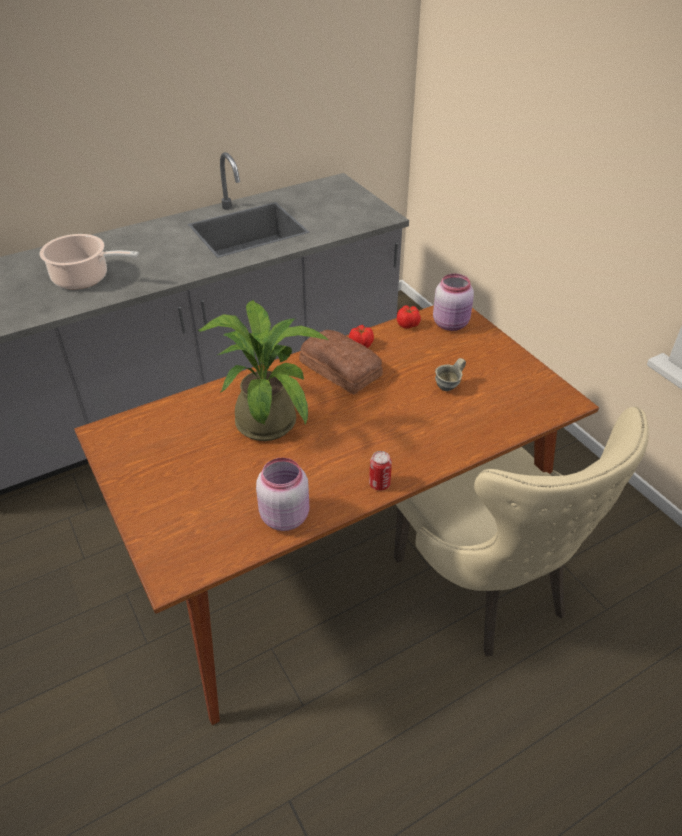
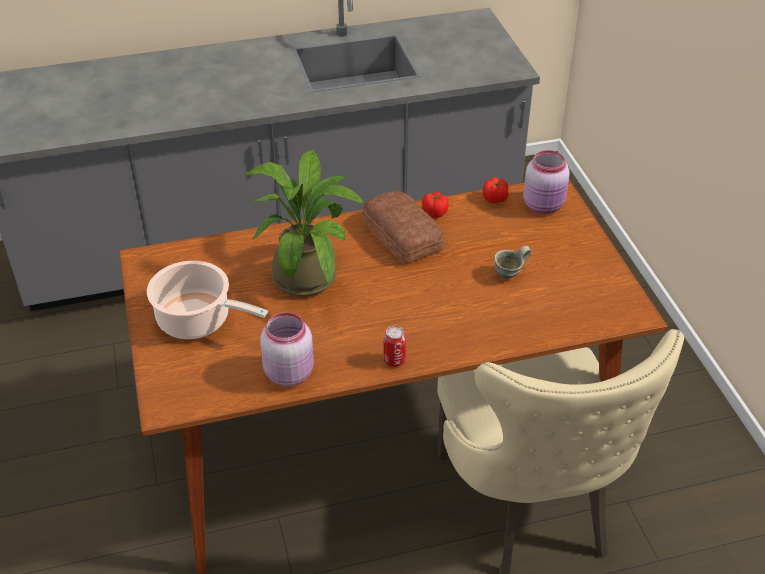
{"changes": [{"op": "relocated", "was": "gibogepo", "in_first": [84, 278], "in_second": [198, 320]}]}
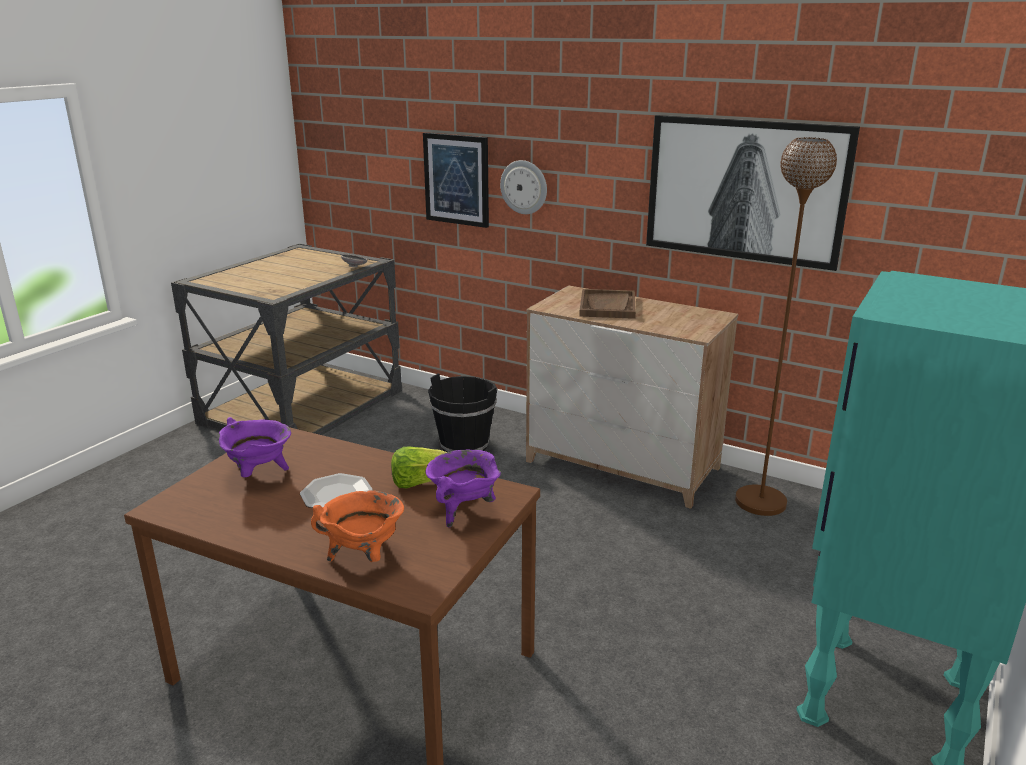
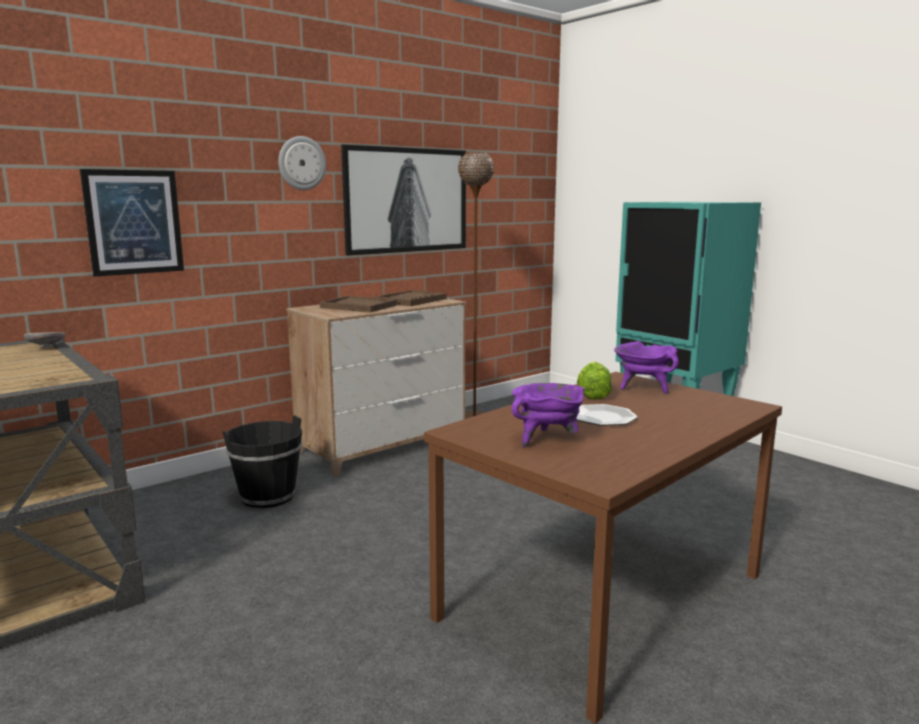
{"changes": [{"op": "missing", "was": "gibogepo (orange)", "in_first": [364, 557]}, {"op": "appeared", "now": "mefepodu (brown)", "in_second": [411, 300]}, {"op": "relocated", "was": "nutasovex", "in_first": [524, 187], "in_second": [301, 163]}]}
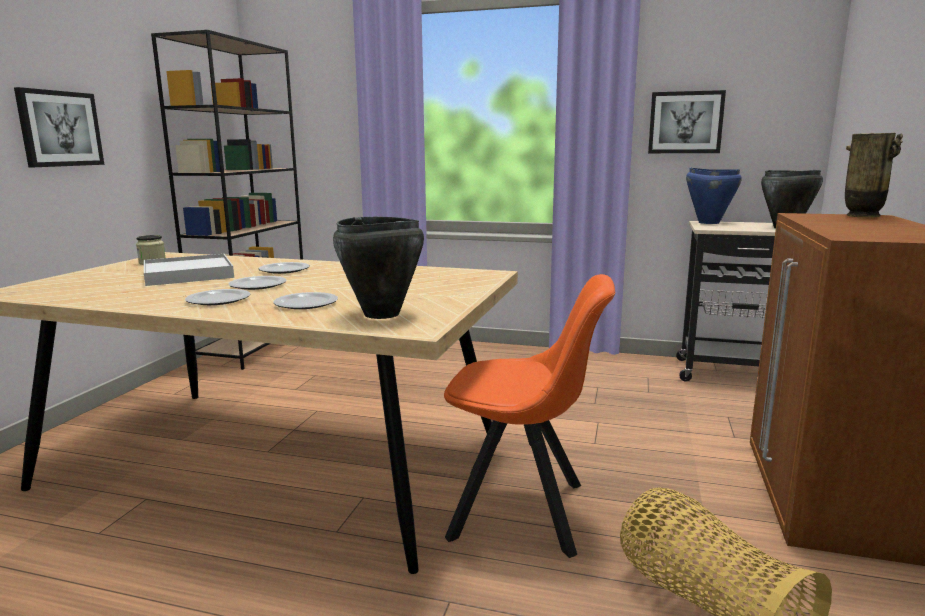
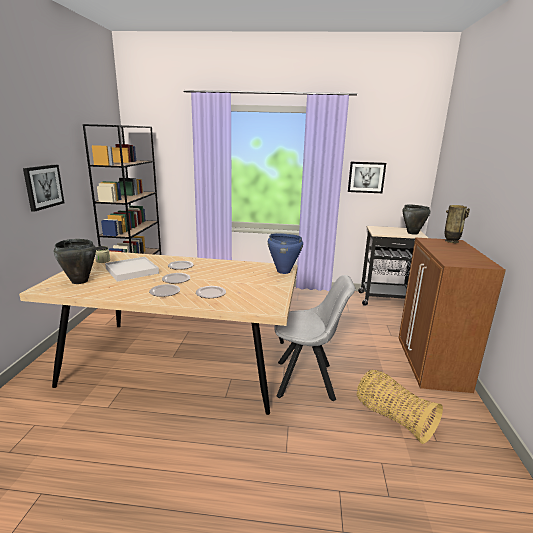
{"changes": [{"op": "relocated", "was": "gibogepo (black)", "in_first": [381, 314], "in_second": [79, 281]}, {"op": "relocated", "was": "gibogepo (blue)", "in_first": [708, 222], "in_second": [283, 271]}, {"op": "colour", "was": "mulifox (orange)", "now": "mulifox (grey)", "in_first": [522, 511], "in_second": [307, 380]}]}
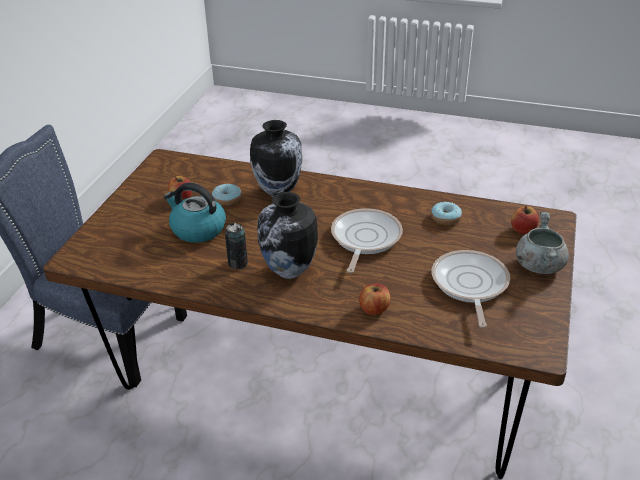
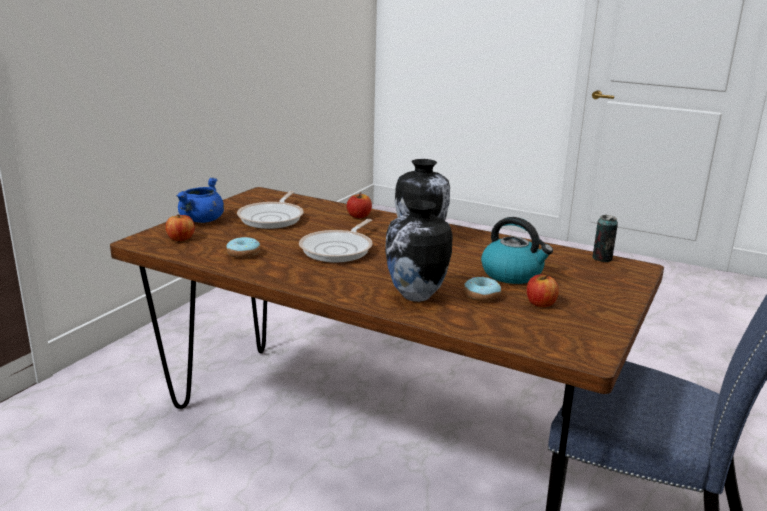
{"changes": [{"op": "relocated", "was": "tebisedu", "in_first": [238, 263], "in_second": [602, 258]}, {"op": "colour", "was": "gibogepo (grey)", "now": "gibogepo (blue)", "in_first": [539, 265], "in_second": [202, 220]}]}
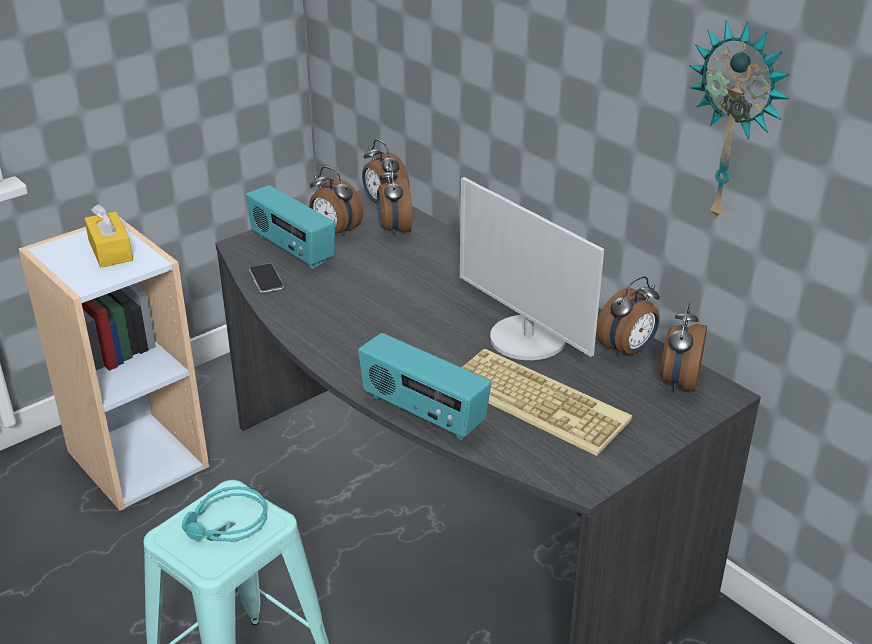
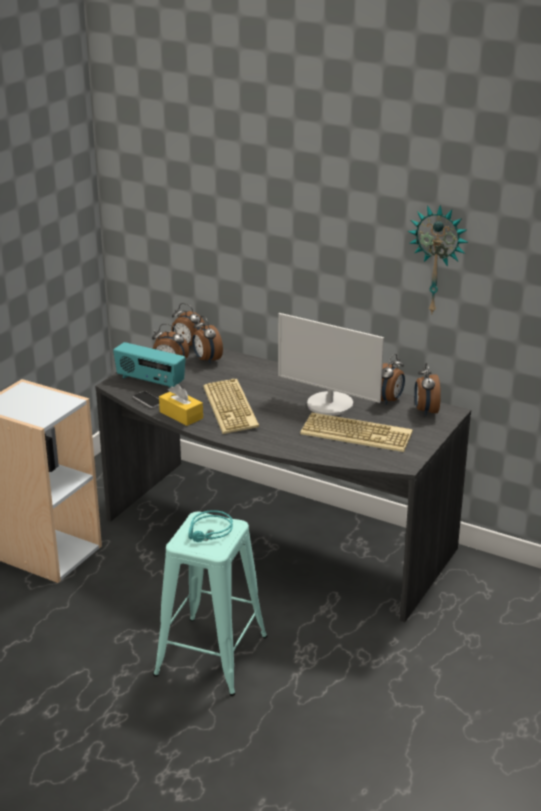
{"changes": [{"op": "missing", "was": "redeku", "in_first": [422, 413]}, {"op": "appeared", "now": "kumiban", "in_second": [232, 407]}, {"op": "relocated", "was": "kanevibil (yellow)", "in_first": [110, 250], "in_second": [181, 415]}]}
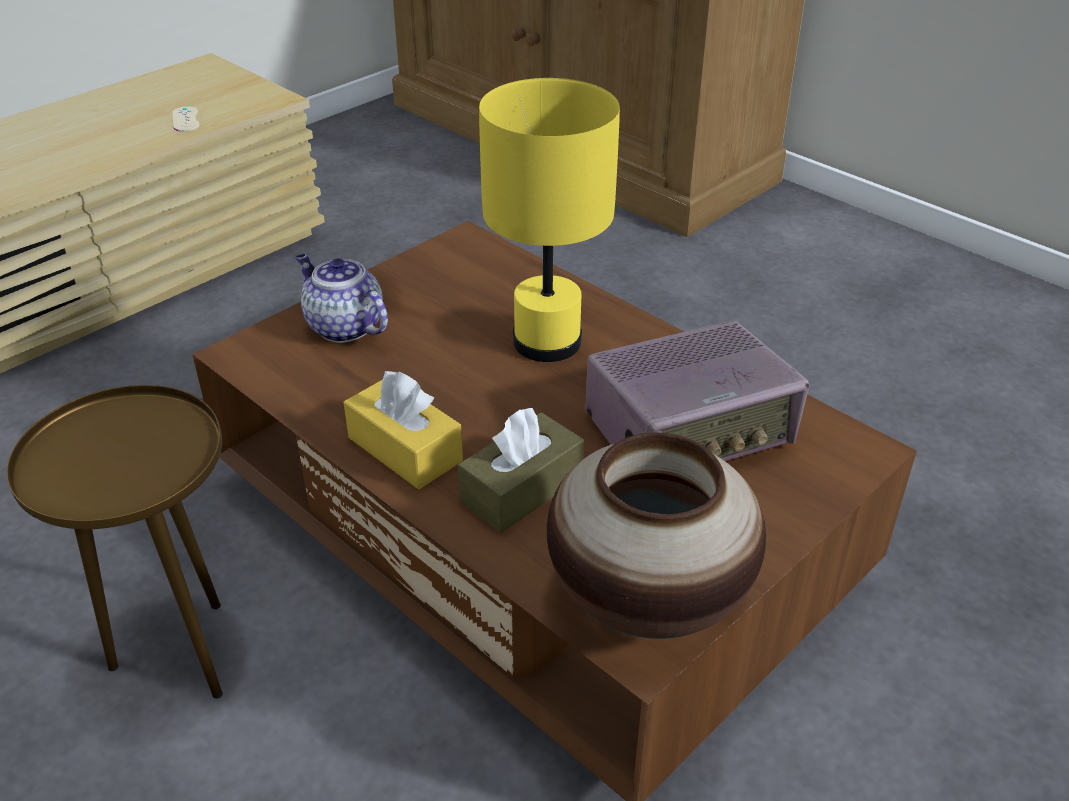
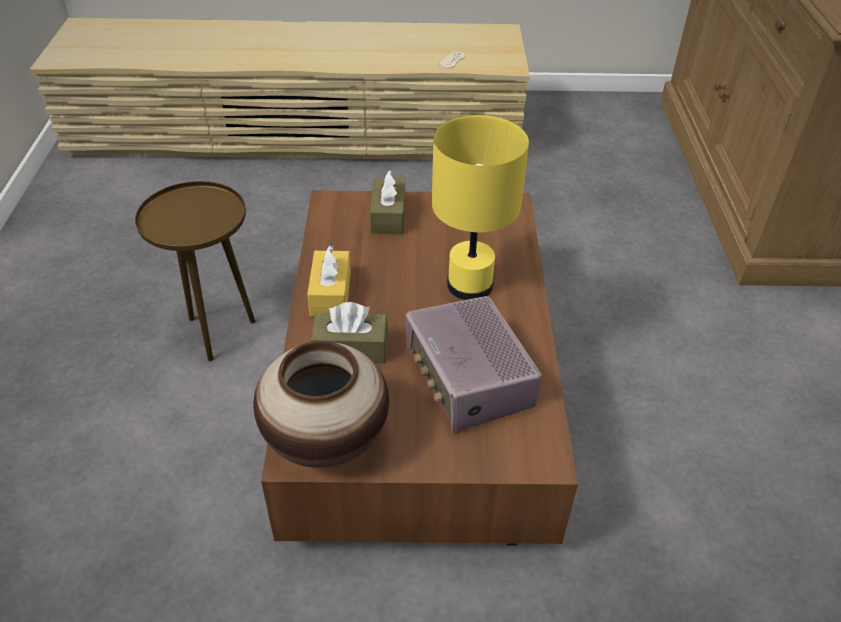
{"changes": [{"op": "exchanged", "was": "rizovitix", "now": "kanevibil (brown)", "in_first": [343, 327], "in_second": [388, 216]}, {"op": "spun", "was": "redeku", "in_first": [689, 431], "in_second": [468, 380], "clockwise": 45}]}
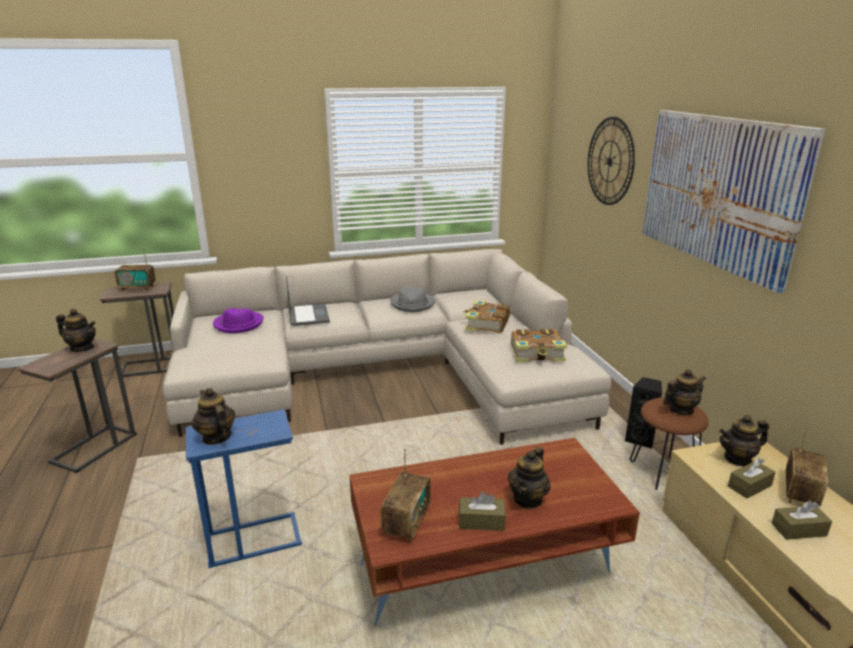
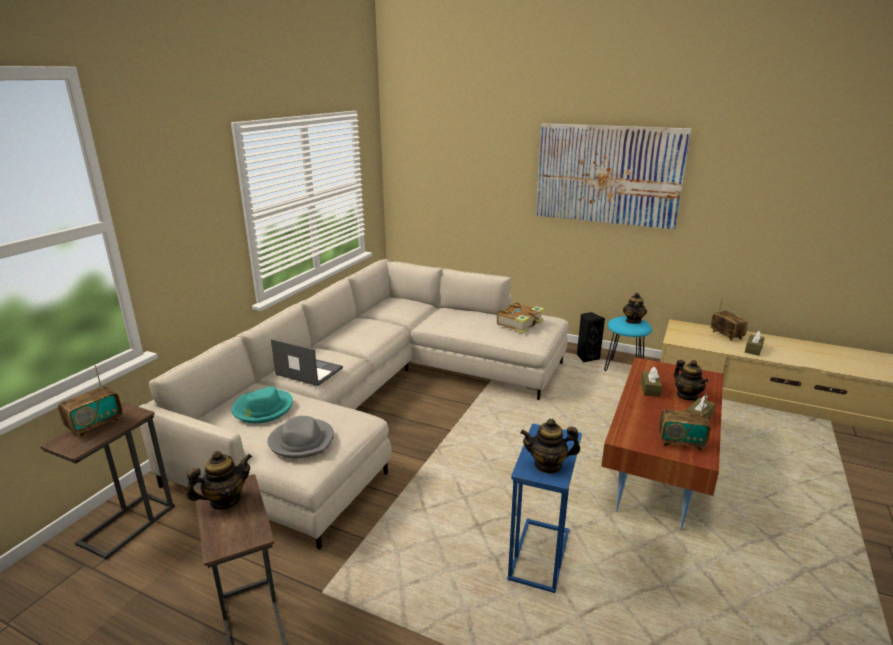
{"changes": [{"op": "missing", "was": "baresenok", "in_first": [486, 324]}, {"op": "missing", "was": "nutasovex", "in_first": [610, 161]}, {"op": "missing", "was": "rizovitix", "in_first": [738, 459]}, {"op": "relocated", "was": "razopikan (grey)", "in_first": [412, 304], "in_second": [302, 441]}, {"op": "relocated", "was": "kanevibil (brown)", "in_first": [749, 486], "in_second": [650, 389]}, {"op": "colour", "was": "razopikan (purple)", "now": "razopikan (turquoise)", "in_first": [238, 324], "in_second": [262, 409]}, {"op": "colour", "was": "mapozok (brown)", "now": "mapozok (turquoise)", "in_first": [662, 473], "in_second": [623, 368]}, {"op": "spun", "was": "redeku", "in_first": [406, 522], "in_second": [681, 442], "clockwise": 135}]}
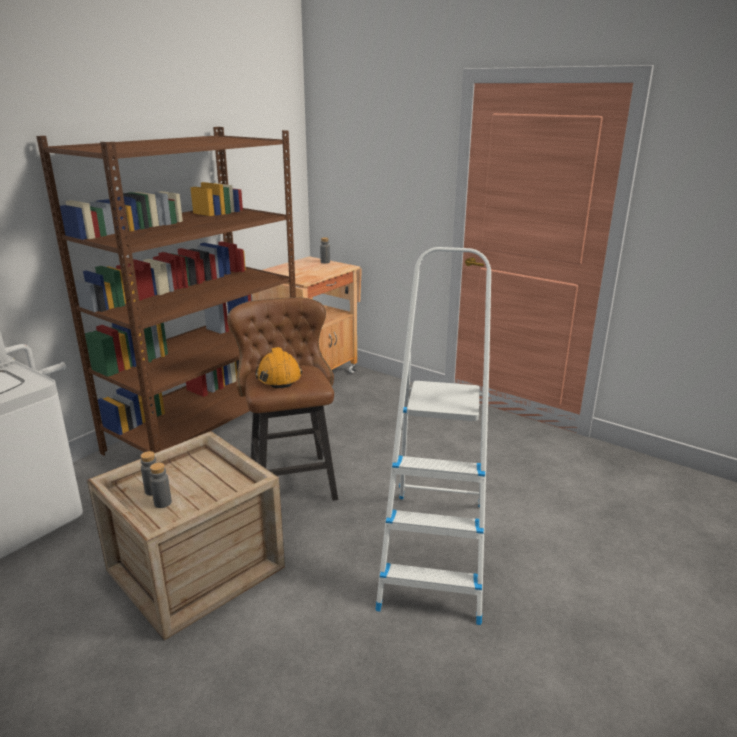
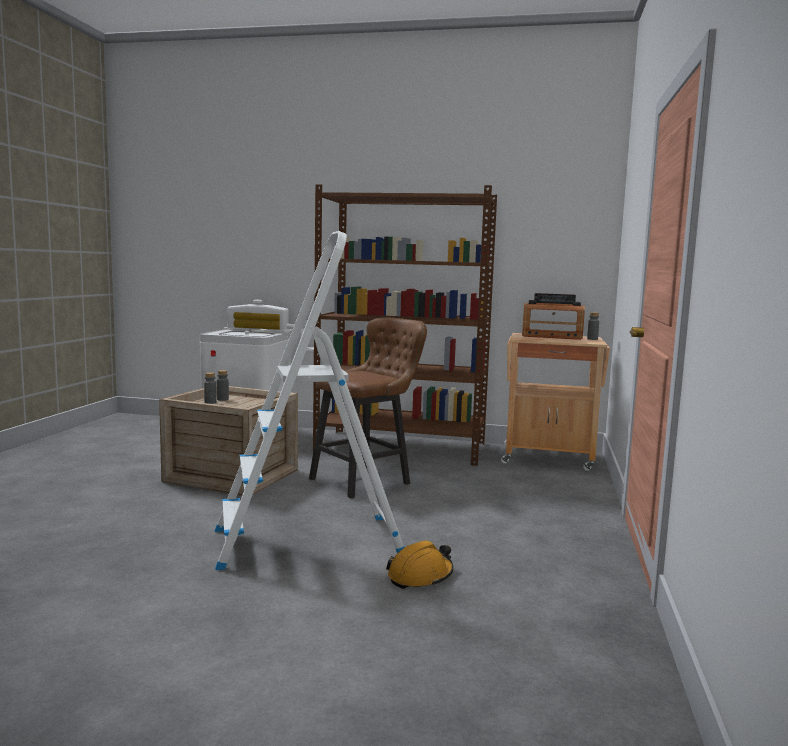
{"changes": [{"op": "appeared", "now": "redeku", "in_second": [552, 336]}, {"op": "relocated", "was": "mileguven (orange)", "in_first": [278, 376], "in_second": [420, 576]}]}
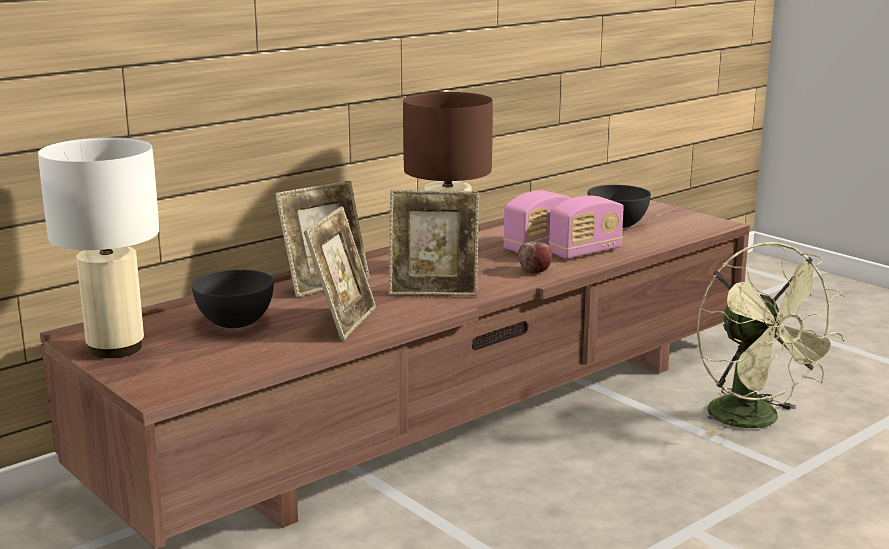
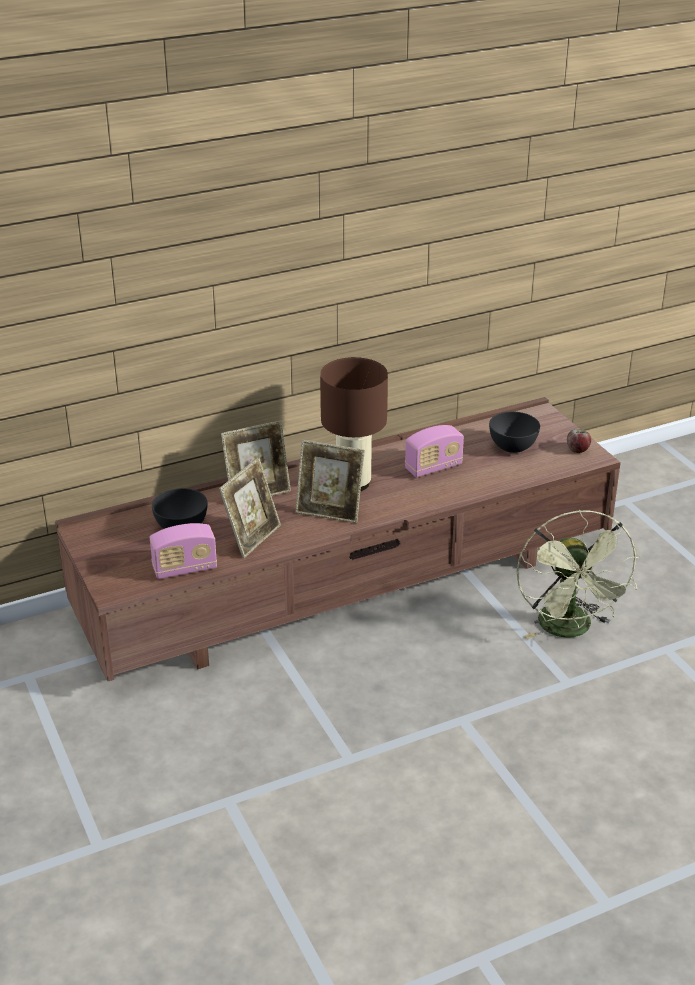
{"changes": [{"op": "missing", "was": "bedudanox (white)", "in_first": [117, 347]}, {"op": "relocated", "was": "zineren", "in_first": [535, 271], "in_second": [578, 450]}, {"op": "relocated", "was": "redeku", "in_first": [585, 252], "in_second": [185, 569]}]}
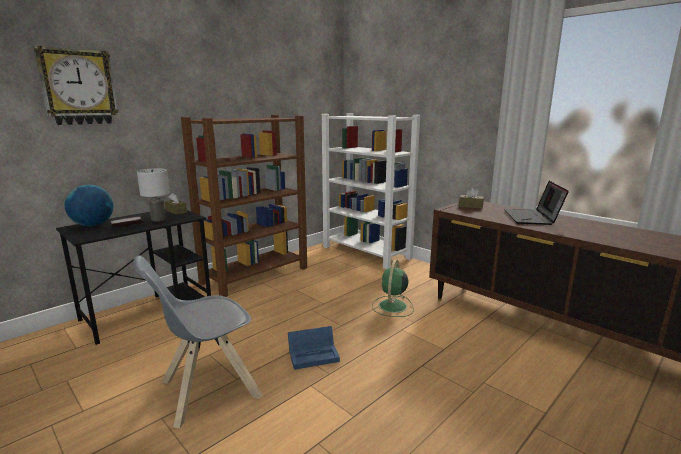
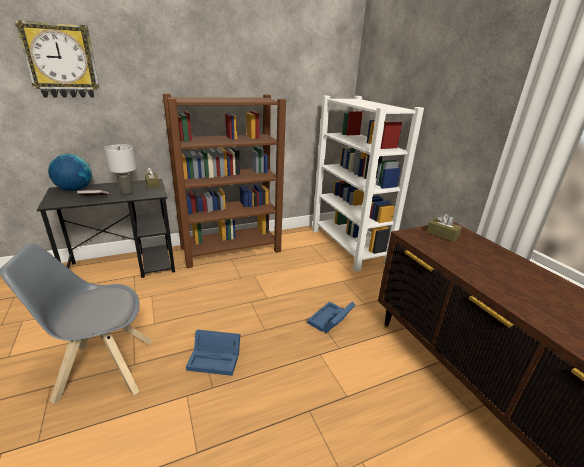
{"changes": [{"op": "missing", "was": "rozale", "in_first": [532, 218]}, {"op": "exchanged", "was": "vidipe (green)", "now": "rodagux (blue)", "in_first": [392, 307], "in_second": [330, 321]}]}
